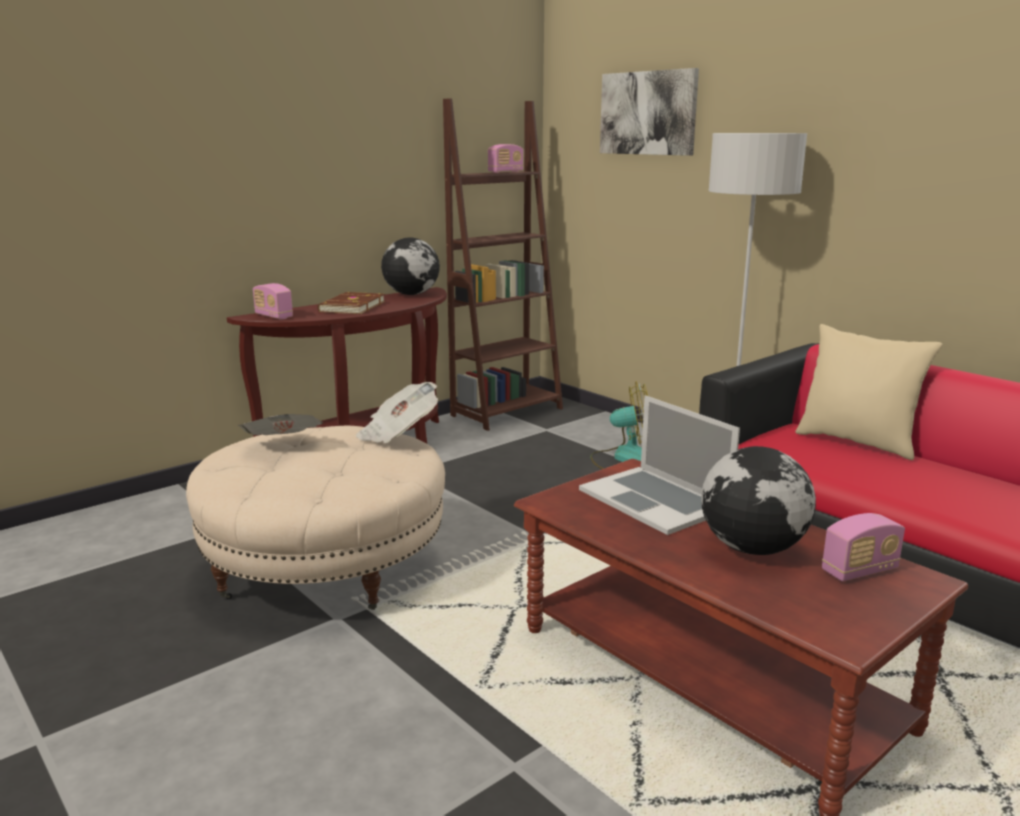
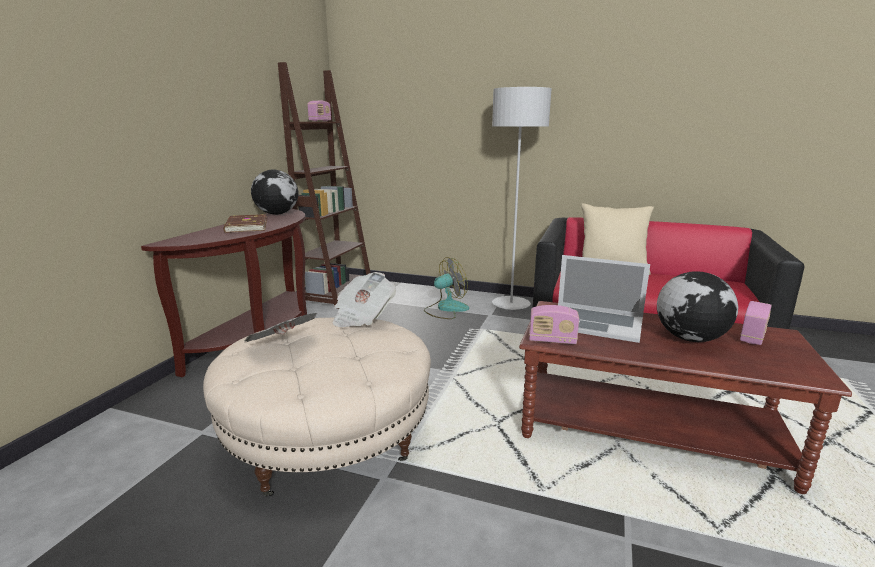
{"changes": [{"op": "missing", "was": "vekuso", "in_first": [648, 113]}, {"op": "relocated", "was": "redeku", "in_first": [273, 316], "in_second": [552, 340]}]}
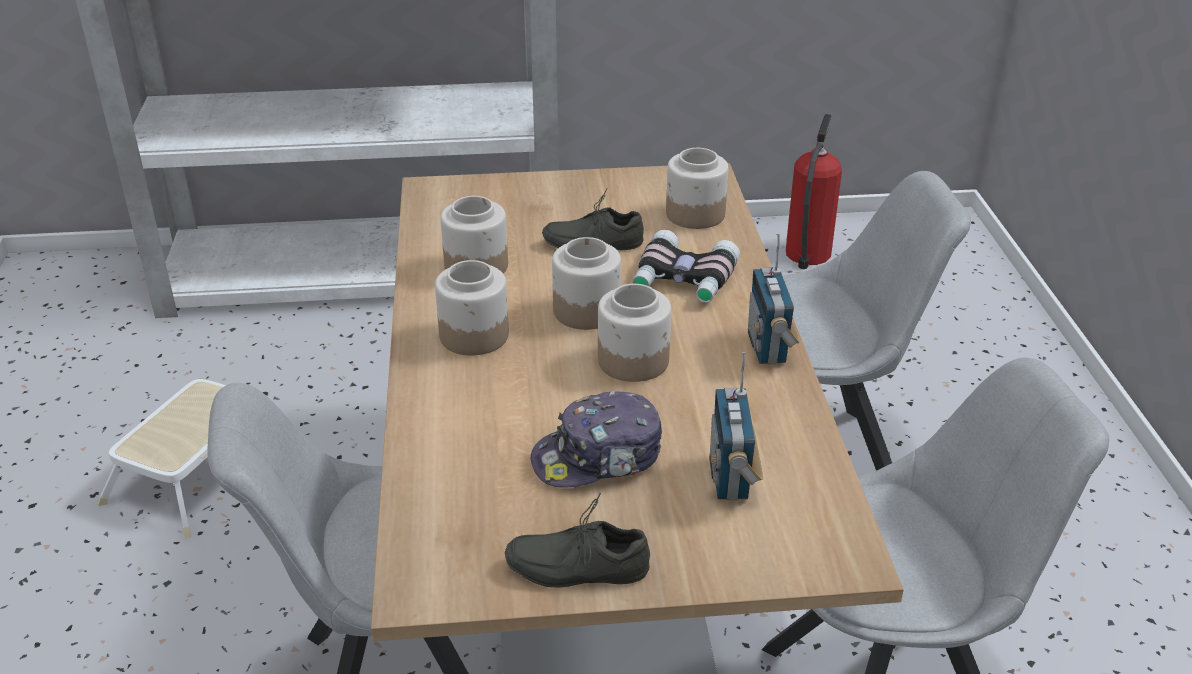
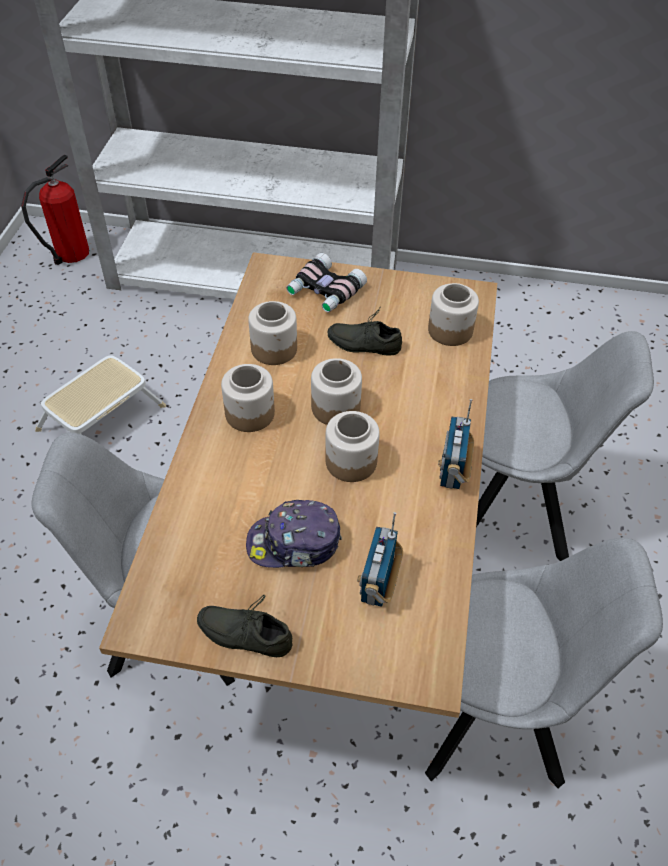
{"changes": [{"op": "relocated", "was": "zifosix", "in_first": [683, 280], "in_second": [324, 291]}, {"op": "relocated", "was": "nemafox", "in_first": [807, 256], "in_second": [70, 254]}]}
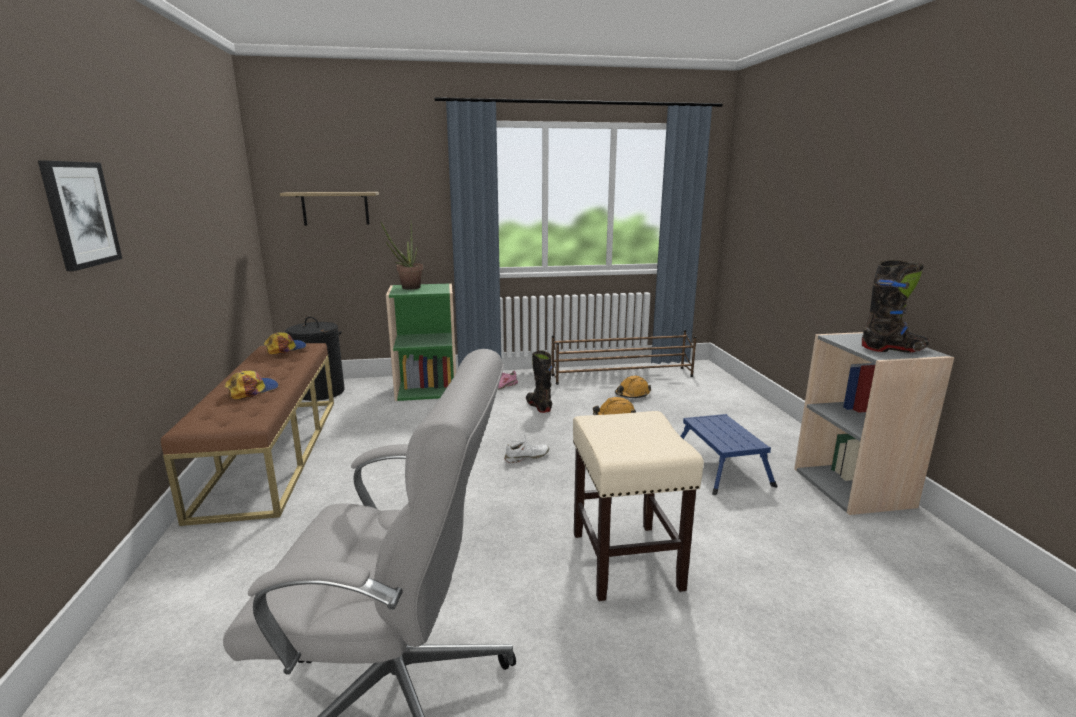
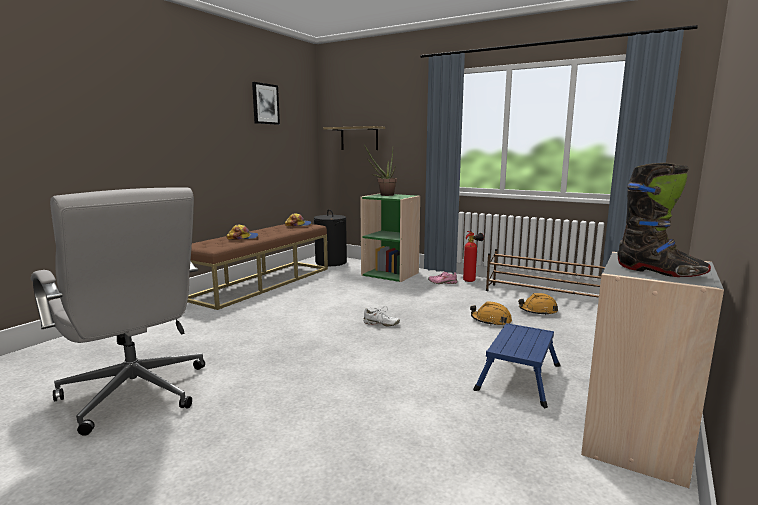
{"changes": [{"op": "missing", "was": "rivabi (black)", "in_first": [538, 406]}, {"op": "missing", "was": "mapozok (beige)", "in_first": [627, 561]}, {"op": "appeared", "now": "nemafox", "in_second": [471, 281]}, {"op": "relocated", "was": "vekuso", "in_first": [80, 214], "in_second": [265, 104]}]}
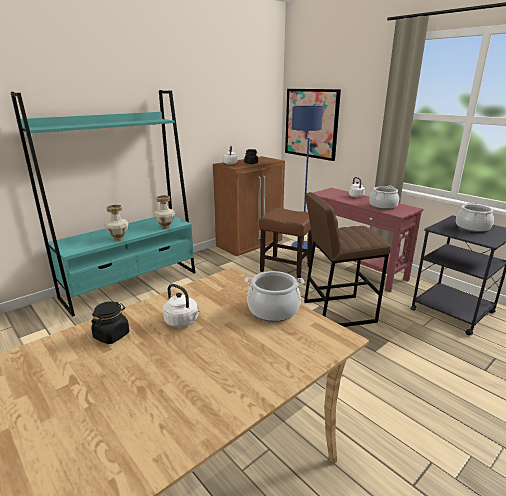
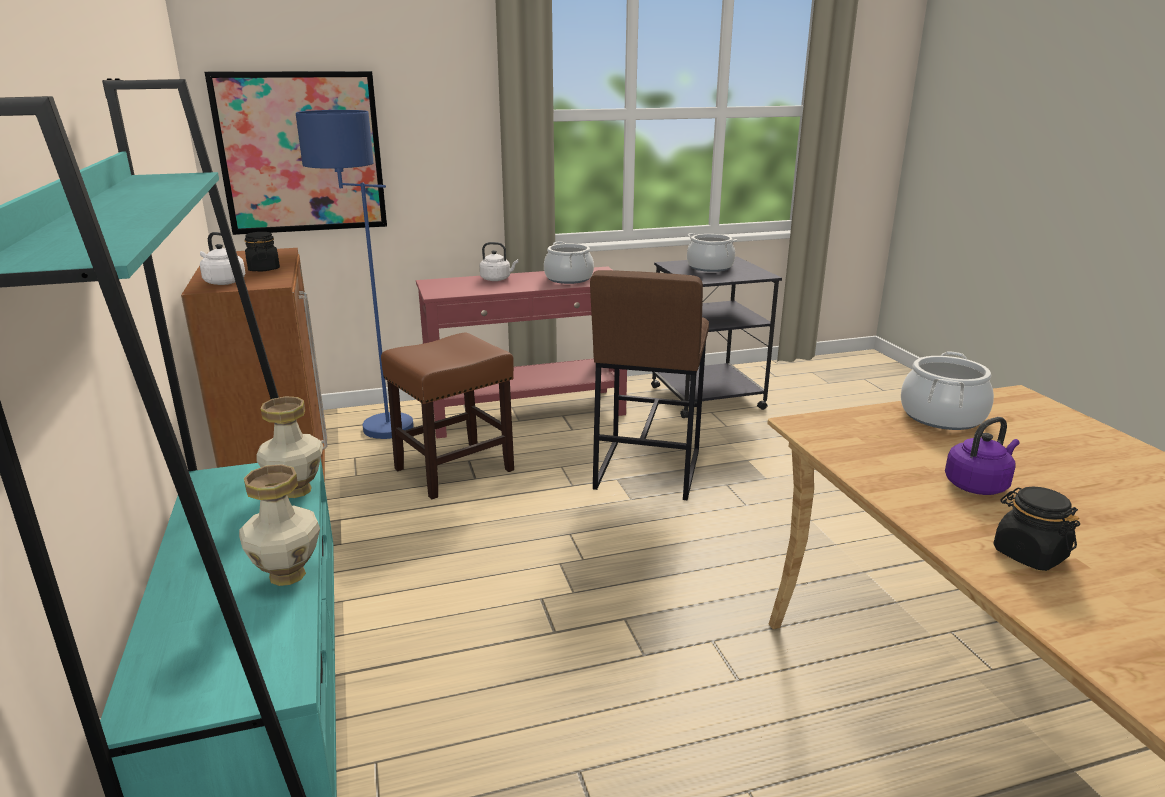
{"changes": [{"op": "colour", "was": "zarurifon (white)", "now": "zarurifon (purple)", "in_first": [183, 322], "in_second": [978, 485]}]}
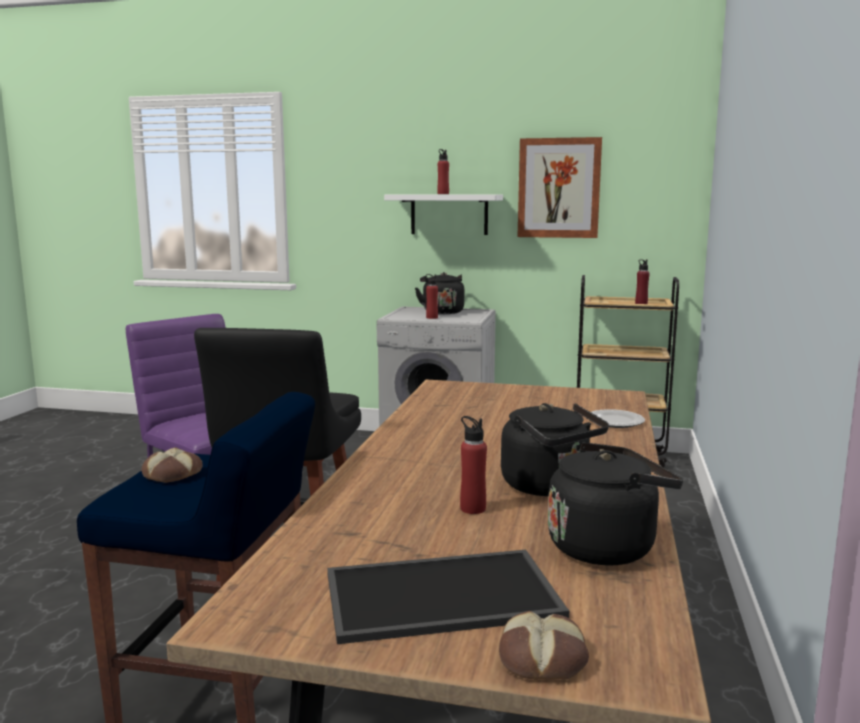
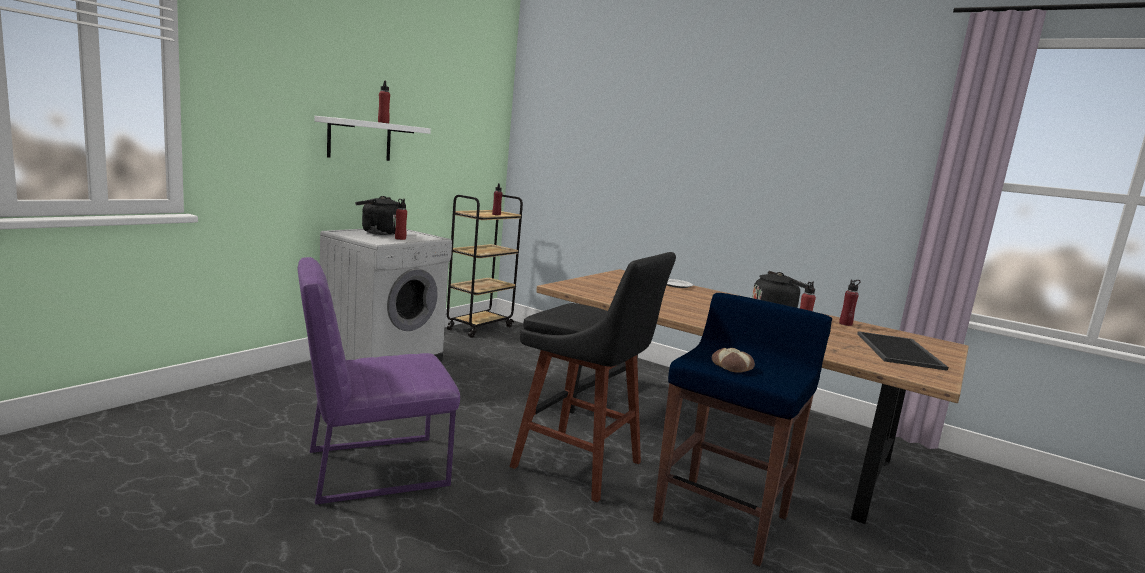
{"changes": [{"op": "missing", "was": "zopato", "in_first": [543, 657]}, {"op": "missing", "was": "vekuso", "in_first": [559, 188]}, {"op": "exchanged", "was": "zarurifon (black)", "now": "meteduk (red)", "in_first": [606, 546], "in_second": [845, 324]}]}
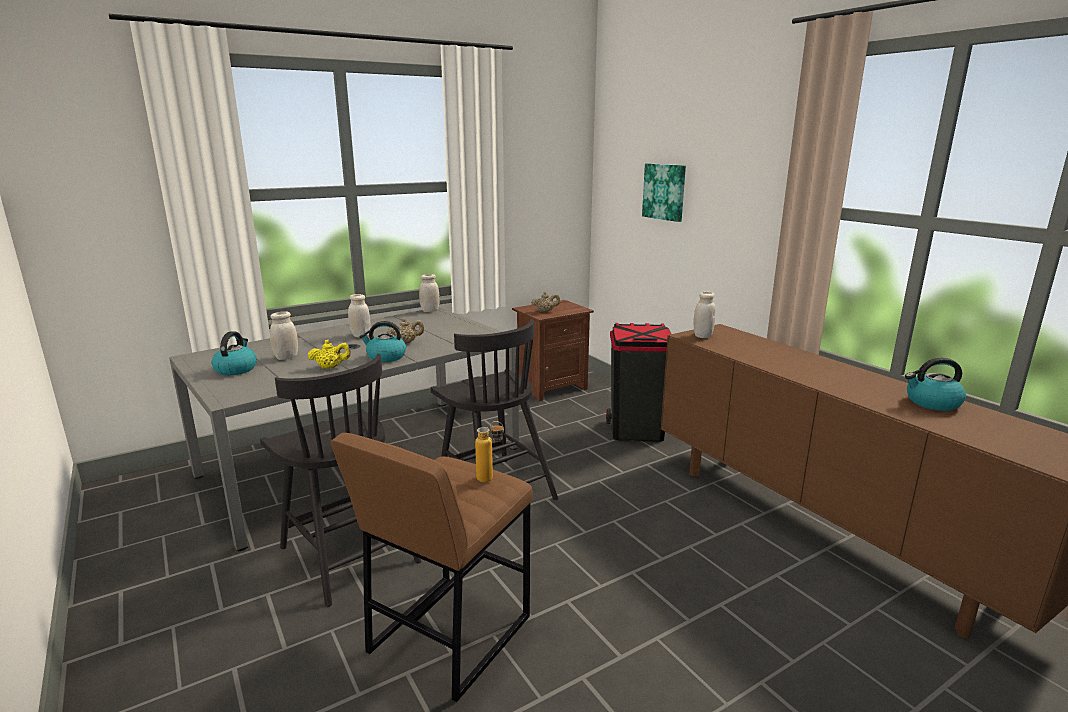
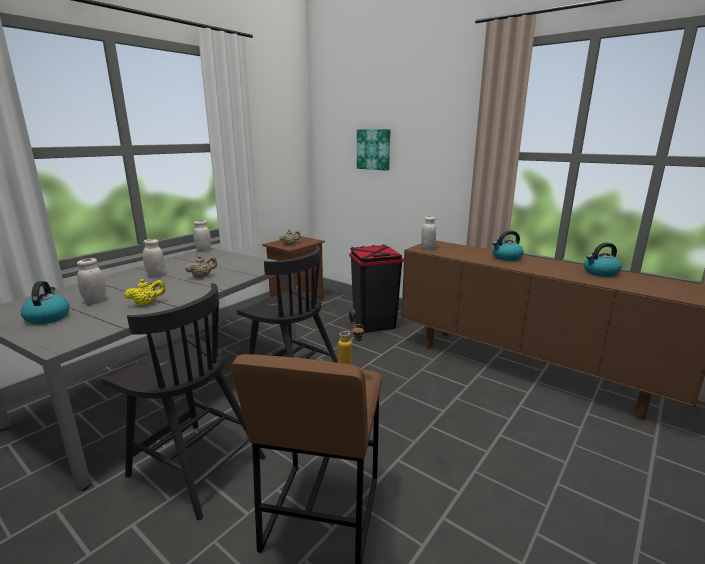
{"changes": [{"op": "relocated", "was": "zarurifon", "in_first": [385, 357], "in_second": [506, 258]}]}
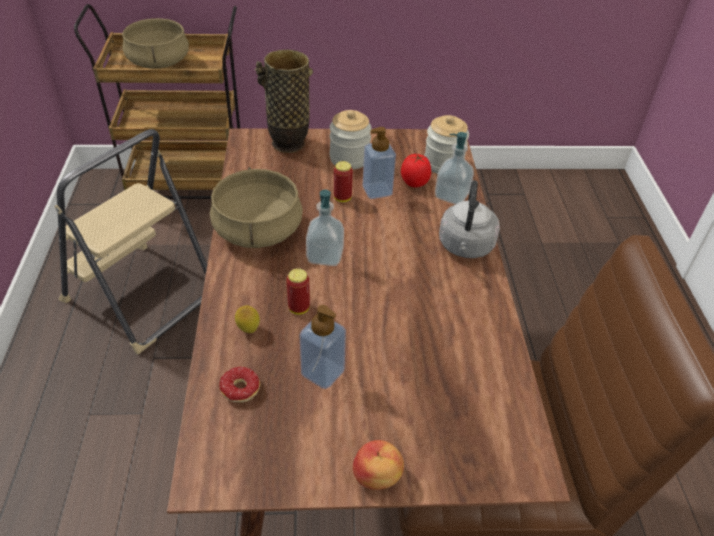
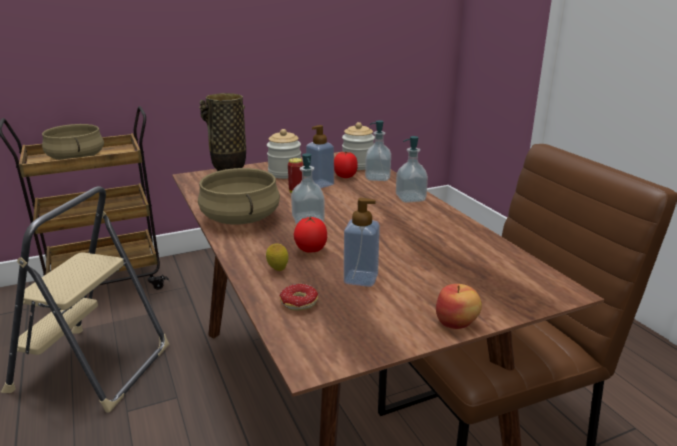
{"changes": [{"op": "exchanged", "was": "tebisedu", "now": "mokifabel", "in_first": [299, 308], "in_second": [310, 250]}, {"op": "exchanged", "was": "zarurifon (grey)", "now": "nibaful", "in_first": [465, 247], "in_second": [410, 198]}]}
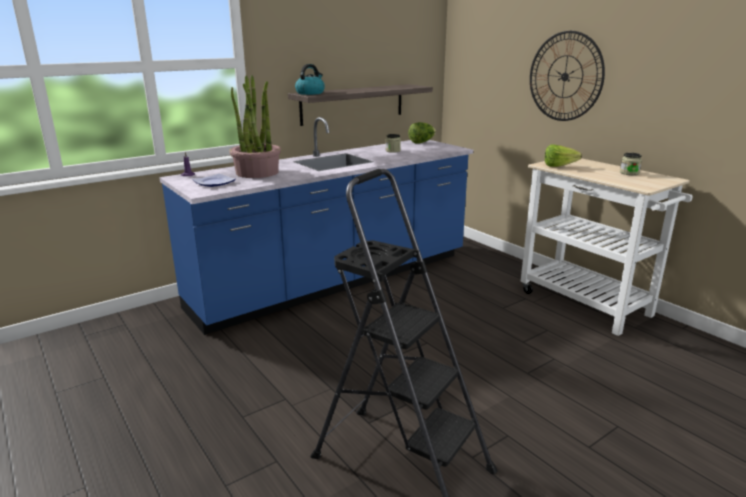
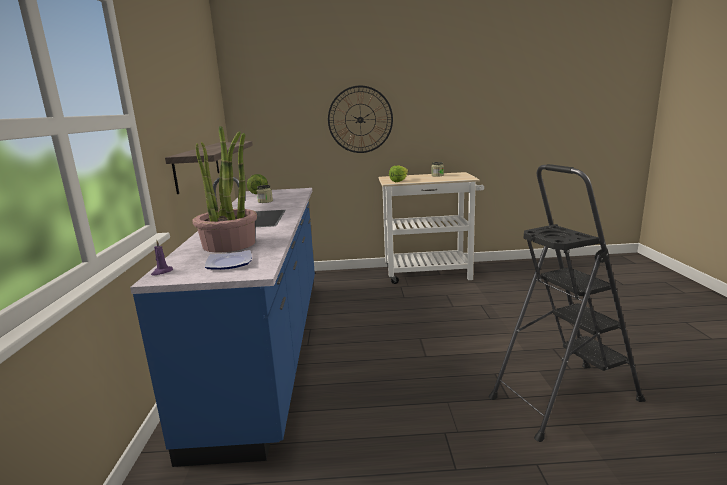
{"changes": [{"op": "missing", "was": "zarurifon", "in_first": [310, 93]}]}
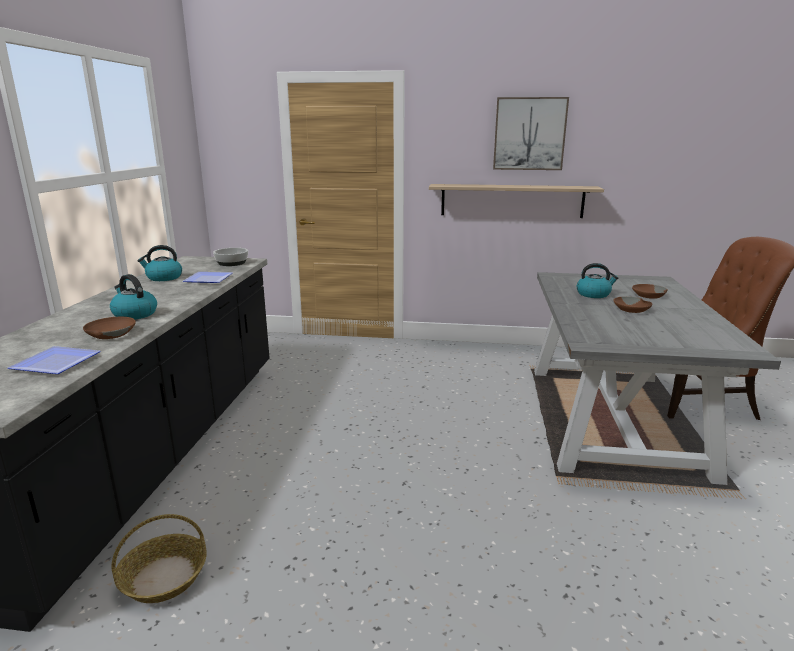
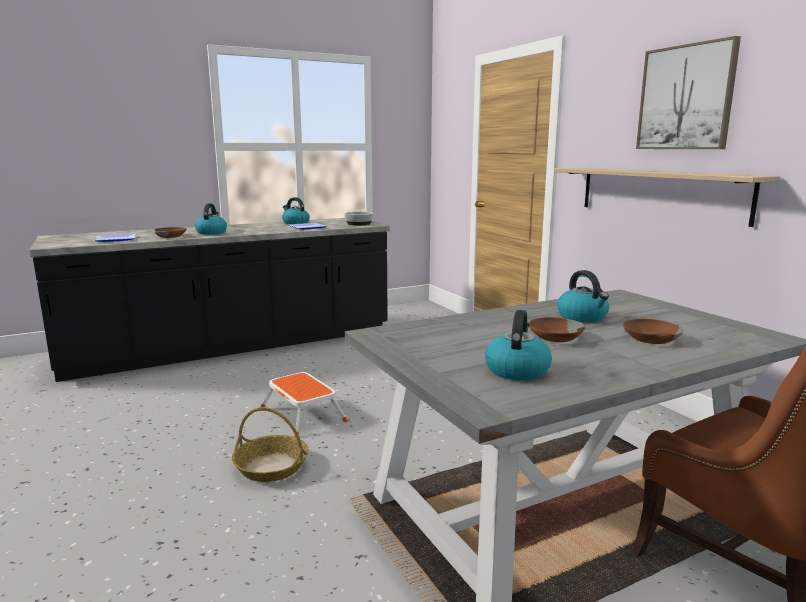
{"changes": [{"op": "appeared", "now": "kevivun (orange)", "in_second": [302, 414]}, {"op": "appeared", "now": "zarurifon", "in_second": [517, 370]}, {"op": "relocated", "was": "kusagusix", "in_first": [164, 577], "in_second": [272, 466]}]}
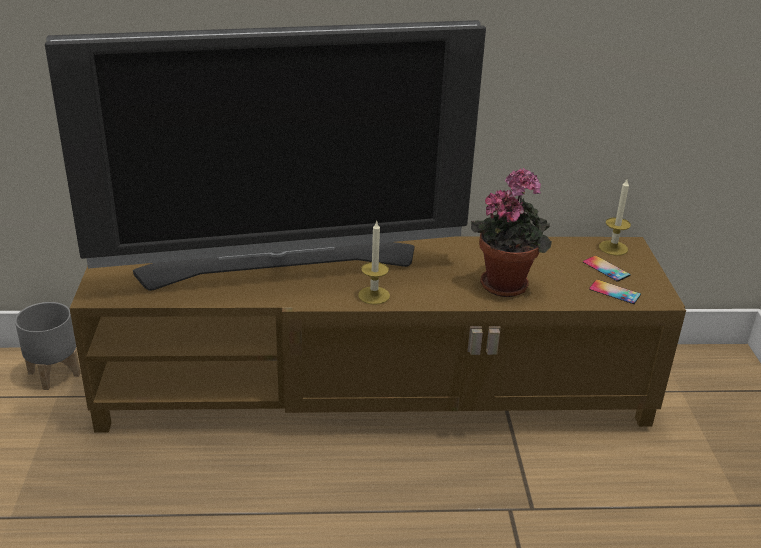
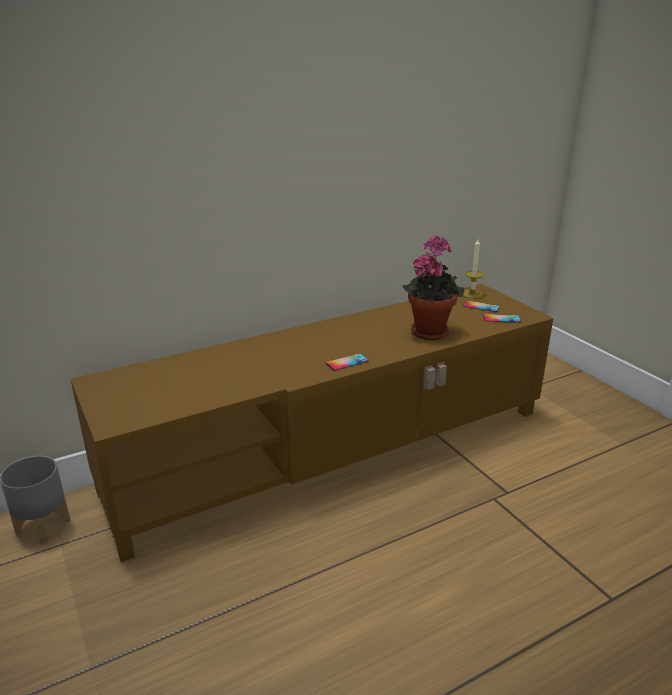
{"changes": [{"op": "missing", "was": "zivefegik", "in_first": [280, 265]}, {"op": "exchanged", "was": "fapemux", "now": "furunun", "in_first": [374, 295], "in_second": [347, 362]}]}
